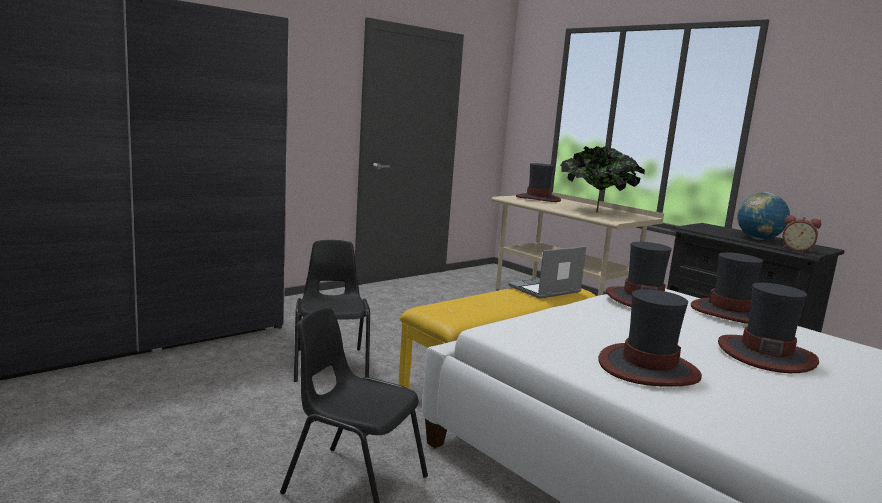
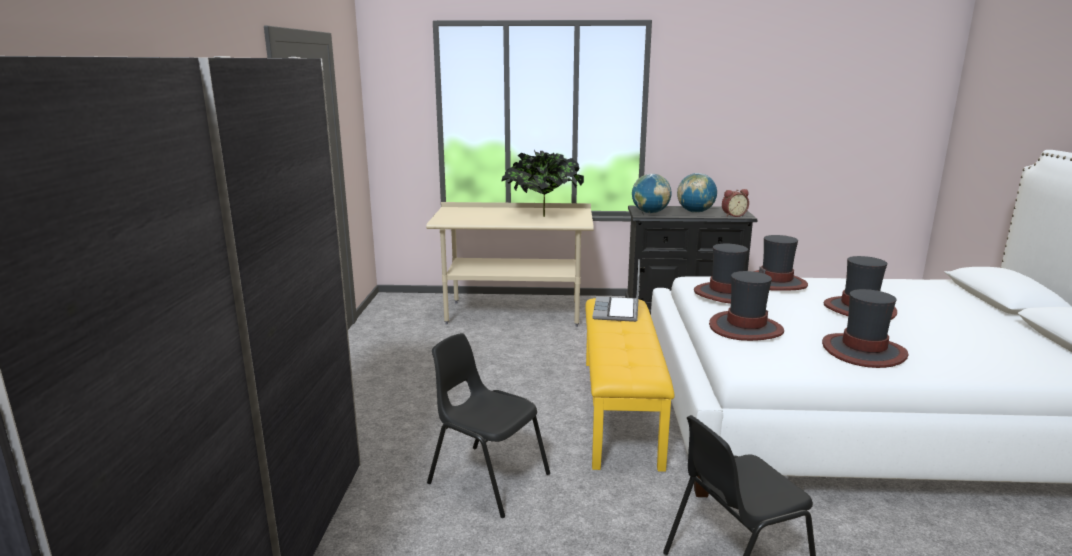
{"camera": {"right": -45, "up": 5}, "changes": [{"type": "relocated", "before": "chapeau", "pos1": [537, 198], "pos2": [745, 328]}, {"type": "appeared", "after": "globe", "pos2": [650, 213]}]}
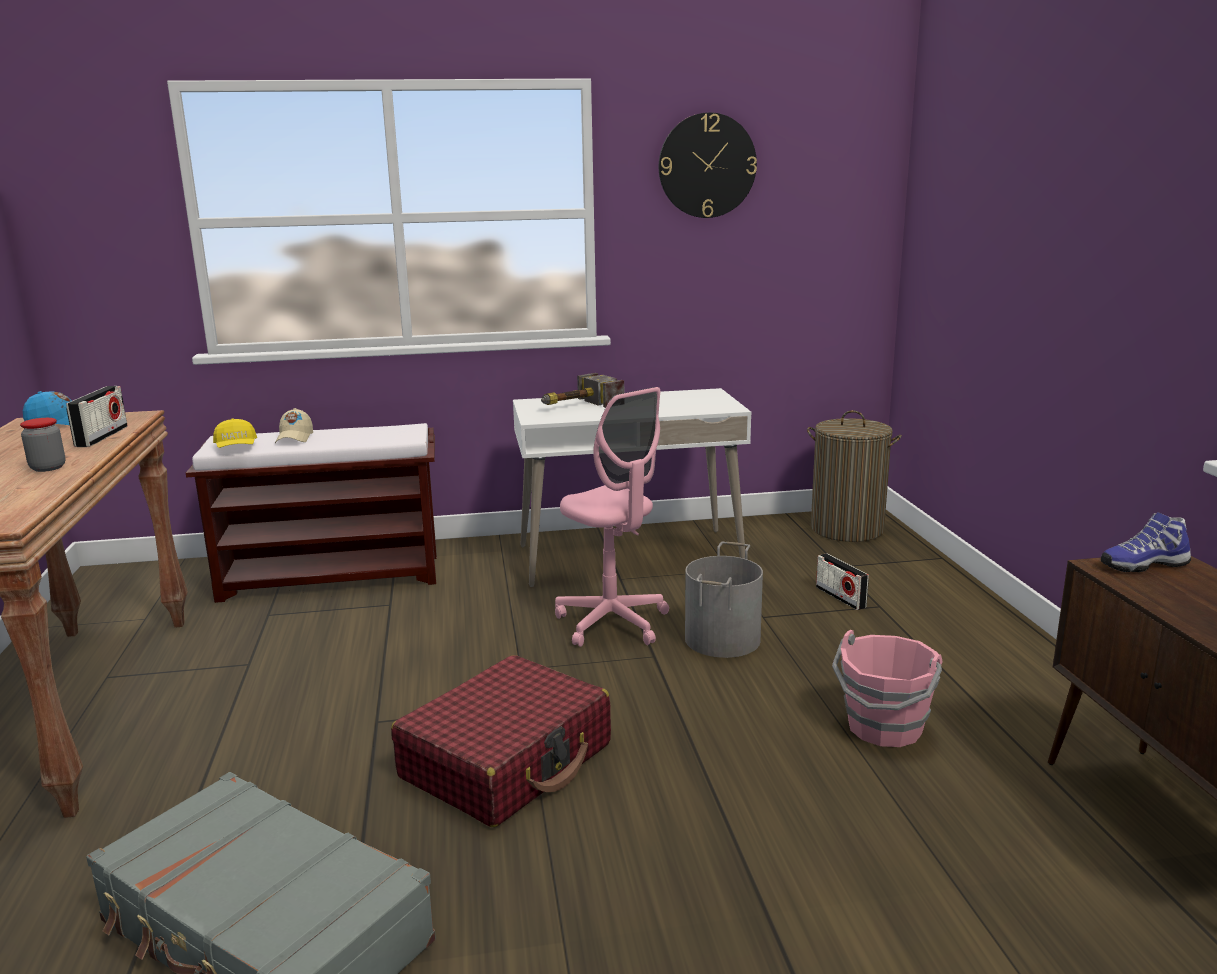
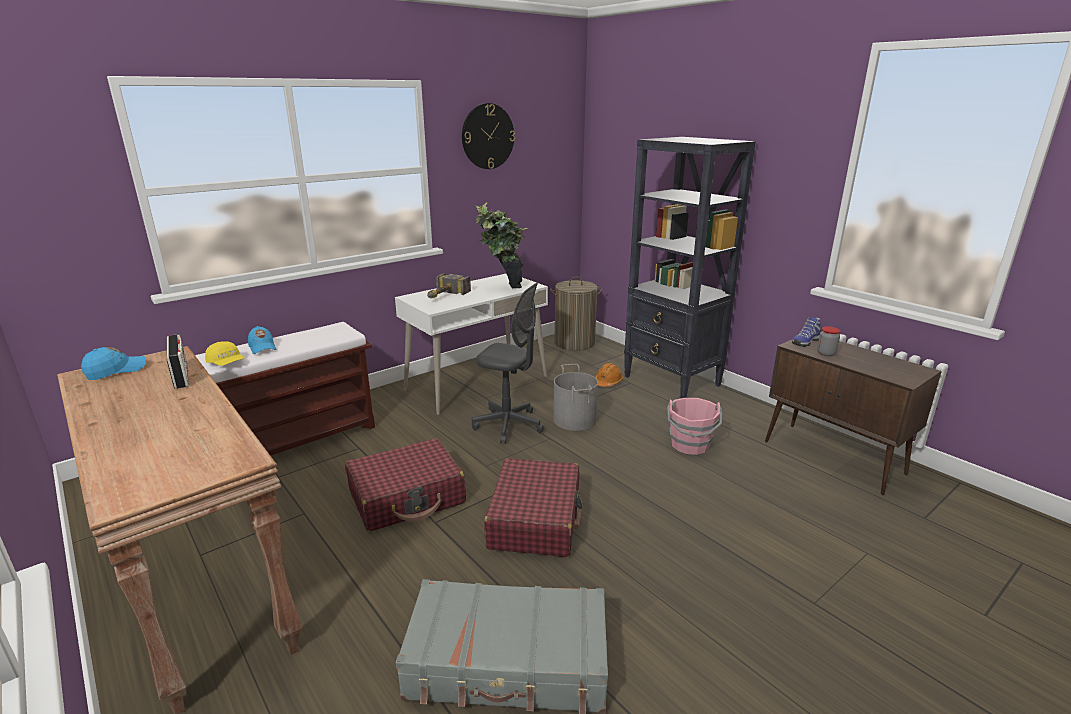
{"camera": {"right": -30, "up": 5}, "changes": [{"type": "colour", "before": "chaise de bureau (rose)", "after": "chaise de bureau (gris)", "pos1": [612, 623], "pos2": [508, 425]}, {"type": "colour", "before": "casquette (beige)", "after": "casquette (bleu)", "pos1": [295, 438], "pos2": [262, 348]}, {"type": "relocated", "before": "bocal", "pos1": [48, 468], "pos2": [826, 353]}, {"type": "exchanged", "before": "radio", "after": "casque de chantier (orange)", "pos1": [840, 597], "pos2": [608, 382]}, {"type": "appeared", "after": "bibliothèque (noir)", "pos2": [672, 381]}, {"type": "appeared", "after": "plante en pot", "pos2": [502, 288]}, {"type": "appeared", "after": "valise (rouge)", "pos2": [407, 497]}]}
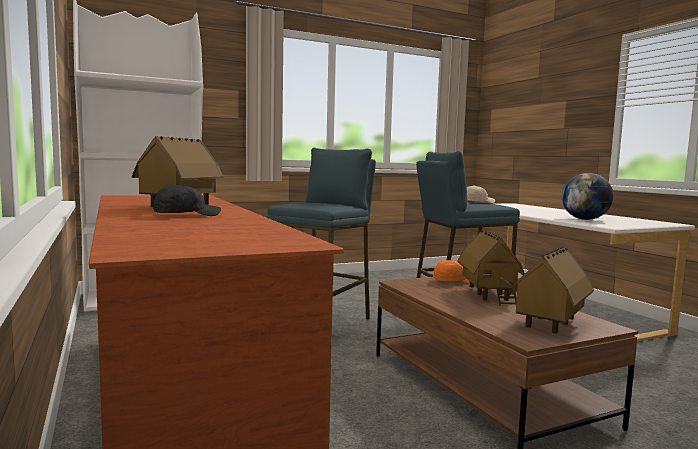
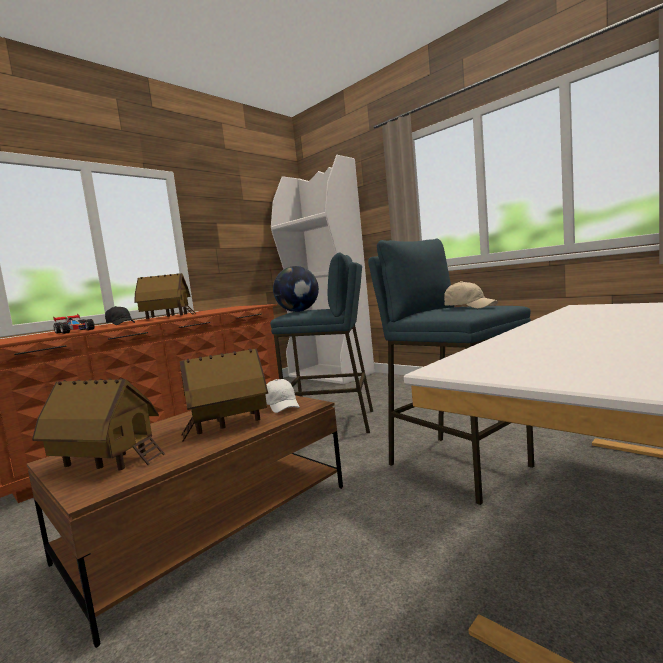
{"camera": {"right": 70, "up": 0}, "changes": [{"type": "relocated", "before": "globe", "pos1": [585, 219], "pos2": [298, 311]}, {"type": "colour", "before": "casquette (orange)", "after": "casquette (blanc)", "pos1": [454, 281], "pos2": [282, 405]}, {"type": "appeared", "after": "petite voiture", "pos2": [76, 331]}]}
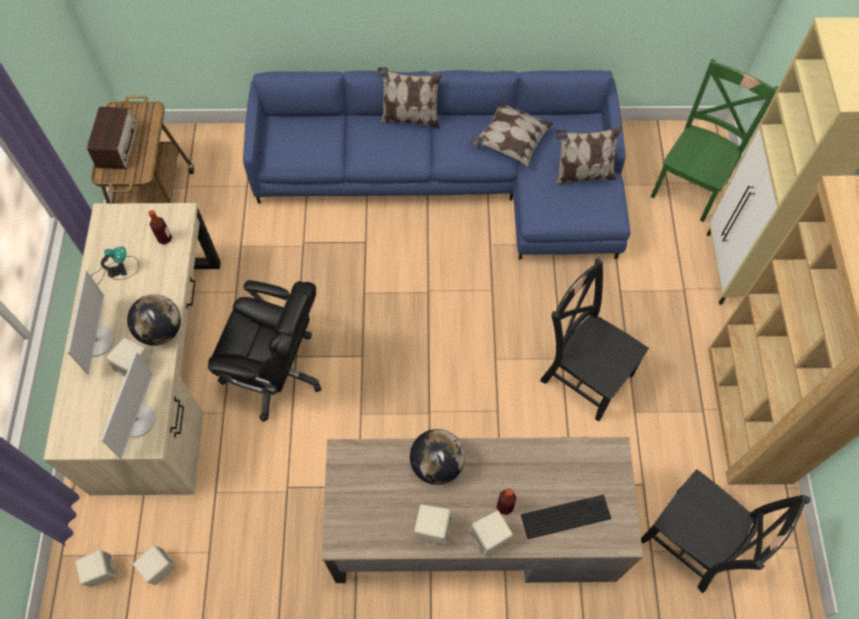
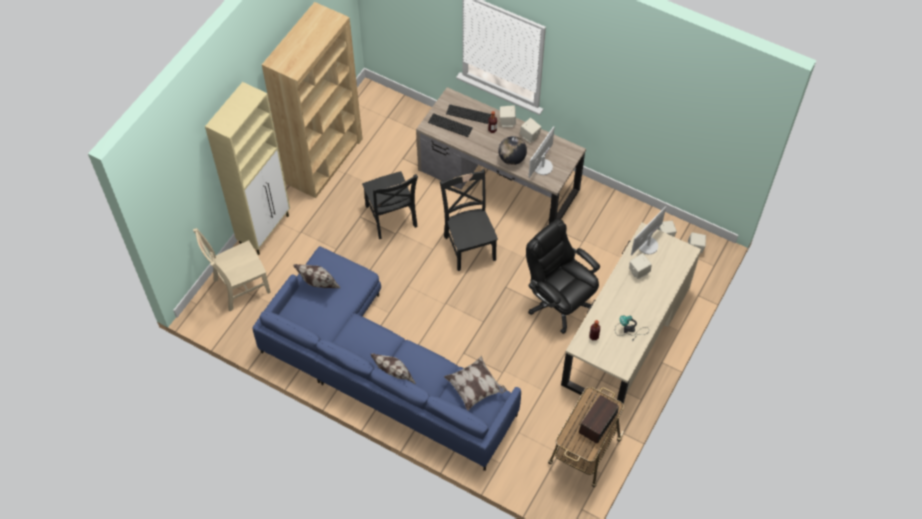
{"camera": {"right": -150, "up": -5}, "changes": [{"type": "colour", "before": "chaise (vert)", "after": "chaise (beige)", "pos1": [691, 184], "pos2": [239, 287]}, {"type": "relocated", "before": "coussin", "pos1": [510, 142], "pos2": [475, 388]}, {"type": "relocated", "before": "écran d'ordinateur", "pos1": [96, 340], "pos2": [542, 167]}, {"type": "missing", "before": "globe", "pos1": [161, 331]}, {"type": "relocated", "before": "chaise (noir)", "pos1": [694, 543], "pos2": [469, 245]}, {"type": "appeared", "after": "clavier", "pos2": [450, 125]}]}
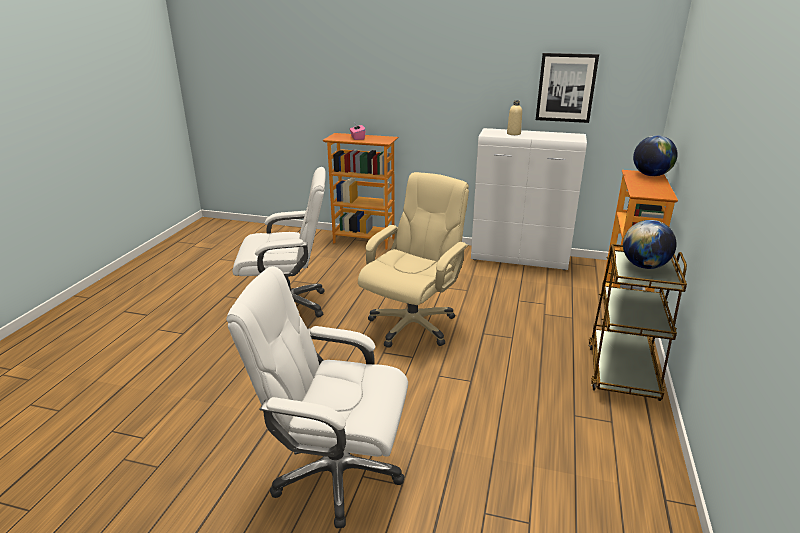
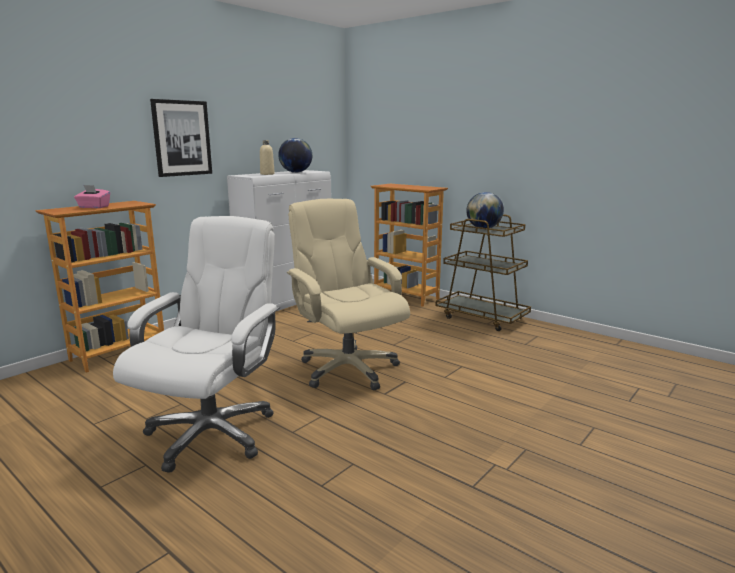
{"camera": {"right": -65, "up": -10}, "changes": [{"type": "relocated", "before": "tableau", "pos1": [566, 88], "pos2": [182, 138]}, {"type": "relocated", "before": "globe", "pos1": [651, 175], "pos2": [296, 172]}, {"type": "missing", "before": "chaise de bureau (blanc)", "pos1": [335, 473]}]}
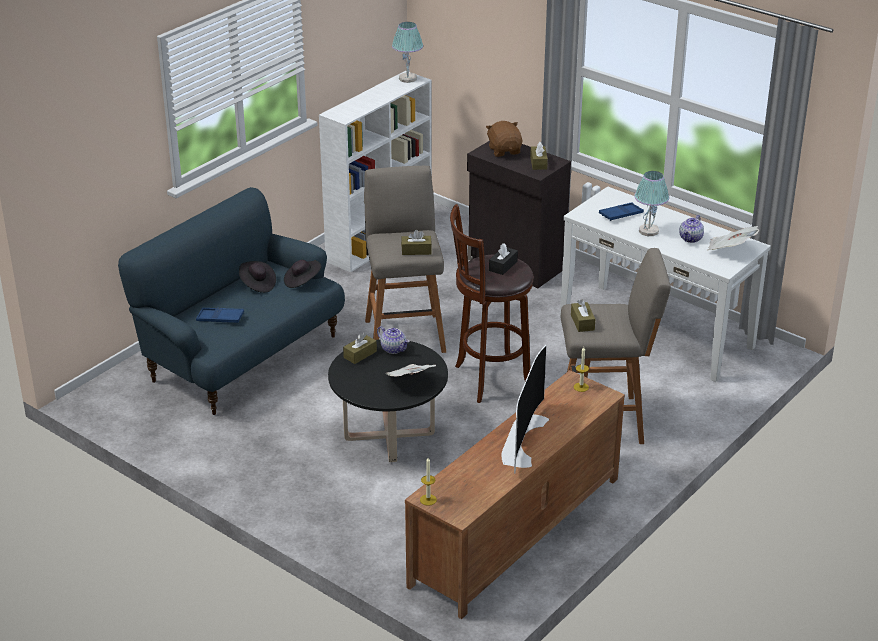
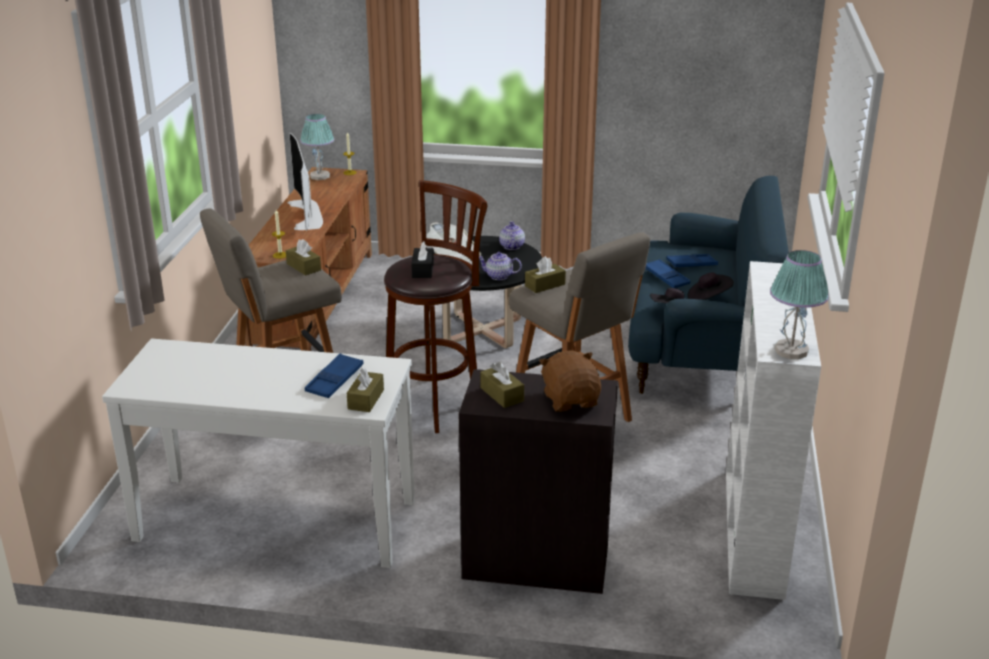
{"camera": {"right": 150, "up": -5}, "changes": [{"type": "spun", "before": "peluche (marron)", "pos1": [504, 150], "pos2": [571, 400], "turn": -150}, {"type": "relocated", "before": "lampe de table", "pos1": [648, 231], "pos2": [320, 176]}, {"type": "relocated", "before": "théière", "pos1": [691, 239], "pos2": [511, 246]}, {"type": "missing", "before": "journal", "pos1": [730, 250]}, {"type": "relocated", "before": "boîte à mouchoirs (marron)", "pos1": [360, 354], "pos2": [366, 399]}, {"type": "appeared", "after": "plateau (bleu)", "pos2": [666, 277]}]}
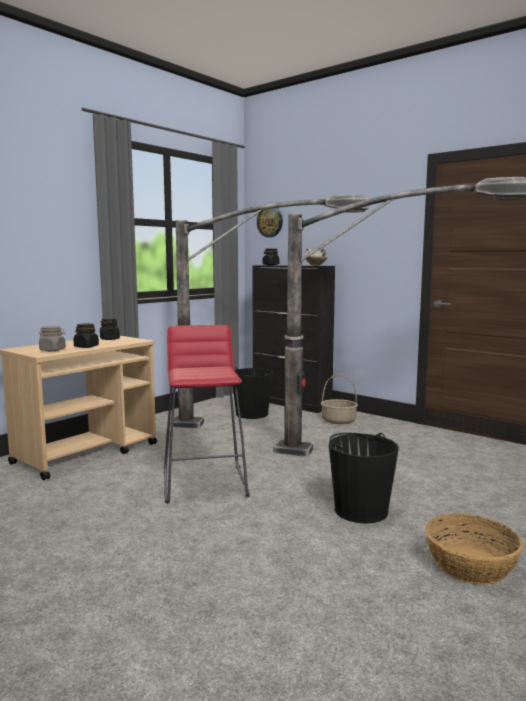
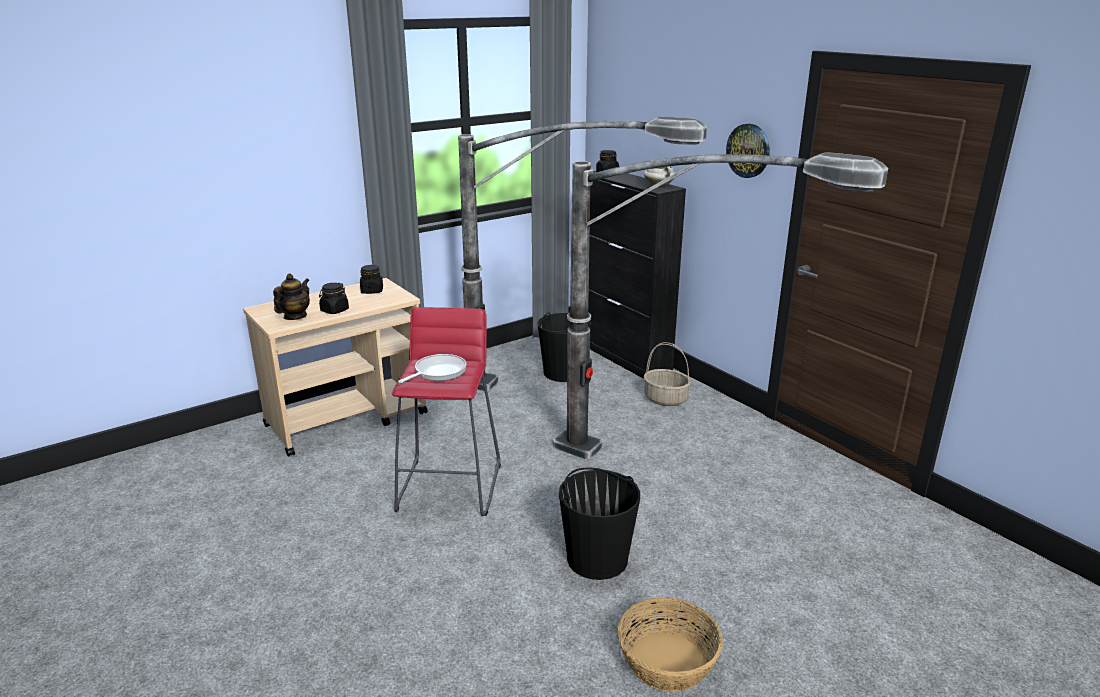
{"camera": {"right": 15, "up": 15}, "changes": [{"type": "relocated", "before": "horloge murale", "pos1": [270, 221], "pos2": [748, 150]}, {"type": "exchanged", "before": "bocal (gris)", "after": "théière", "pos1": [53, 350], "pos2": [295, 316]}, {"type": "appeared", "after": "poêle", "pos2": [437, 372]}]}
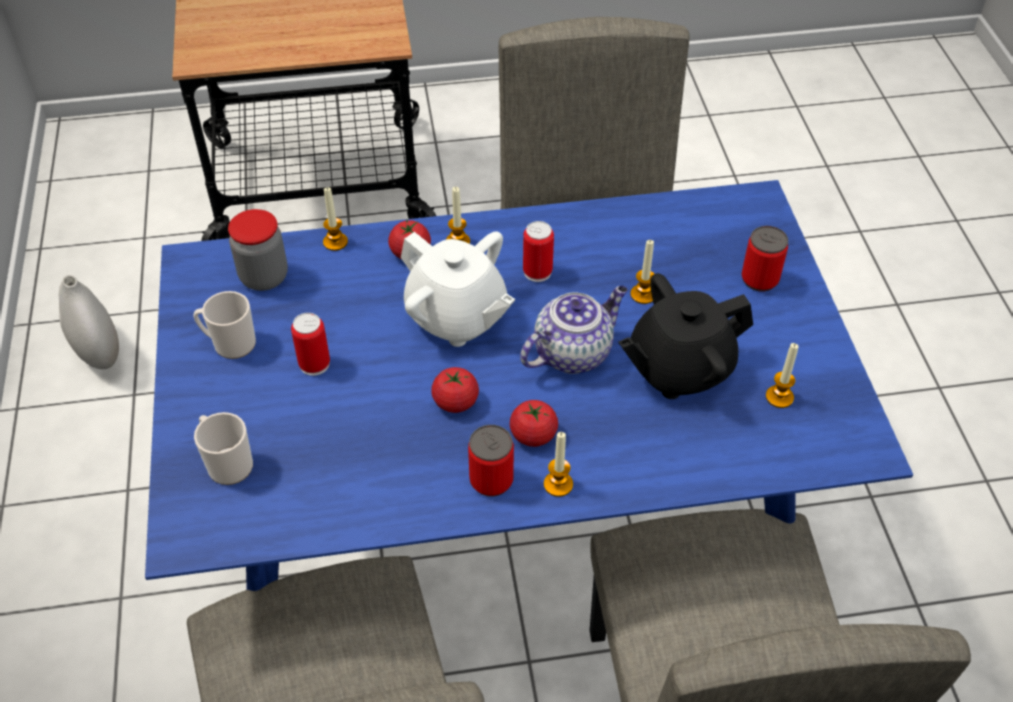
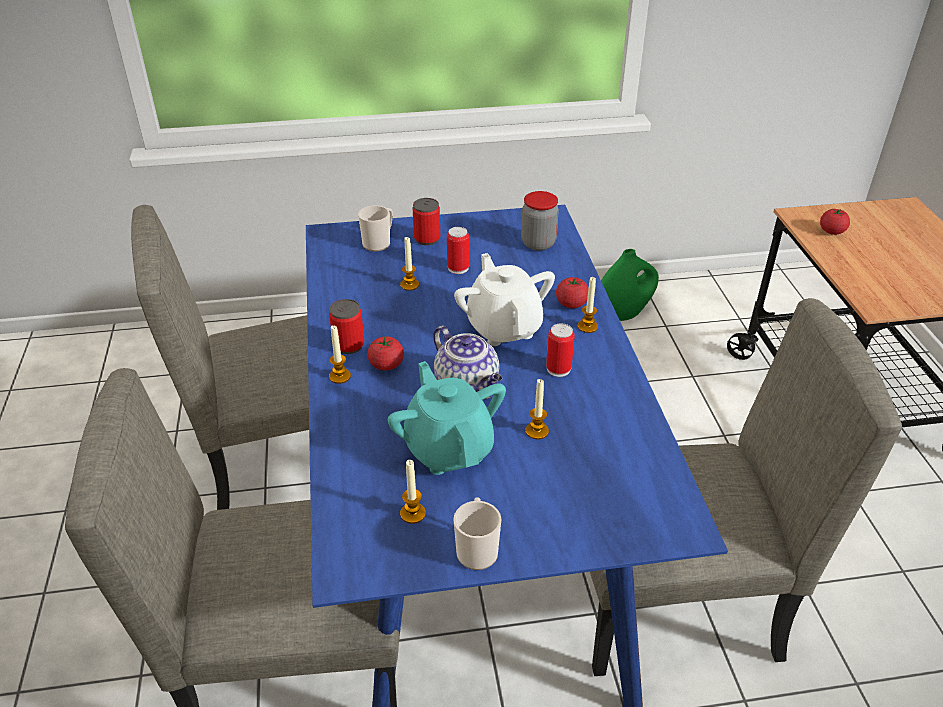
{"camera": {"right": 90, "up": -10}, "changes": [{"type": "relocated", "before": "bougie", "pos1": [335, 242], "pos2": [409, 285]}, {"type": "relocated", "before": "boîte métallique", "pos1": [759, 279], "pos2": [427, 239]}, {"type": "spun", "before": "théière (blanc)", "pos1": [457, 317], "pos2": [504, 327], "turn": 120}, {"type": "colour", "before": "théière (noir)", "after": "théière (turquoise)", "pos1": [679, 369], "pos2": [449, 448]}, {"type": "colour", "before": "vase (blanc)", "after": "vase (vert)", "pos1": [98, 352], "pos2": [624, 313]}, {"type": "relocated", "before": "mug", "pos1": [230, 343], "pos2": [477, 549]}, {"type": "relocated", "before": "tomate", "pos1": [455, 402], "pos2": [832, 231]}]}
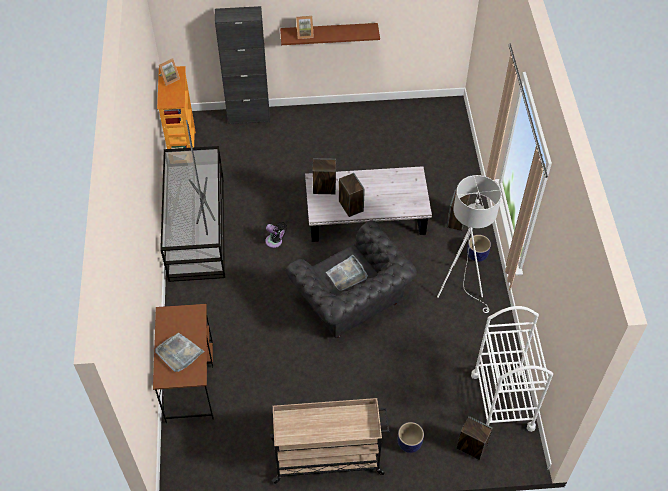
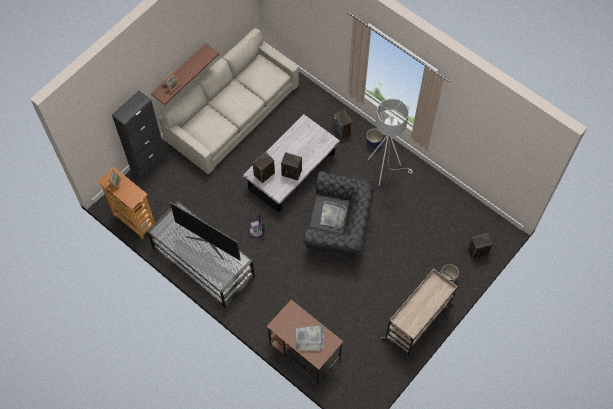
{"camera": {"right": -45, "up": 10}, "changes": [{"type": "missing", "before": "chariot (blanc)", "pos1": [502, 401]}, {"type": "appeared", "after": "canapé (beige)", "pos2": [232, 113]}]}
